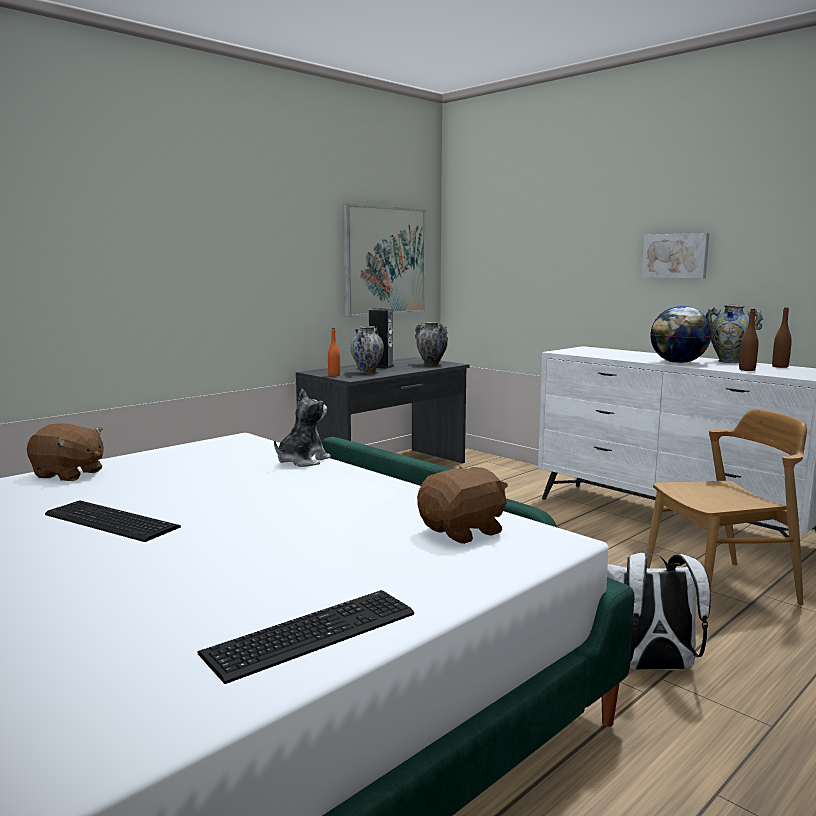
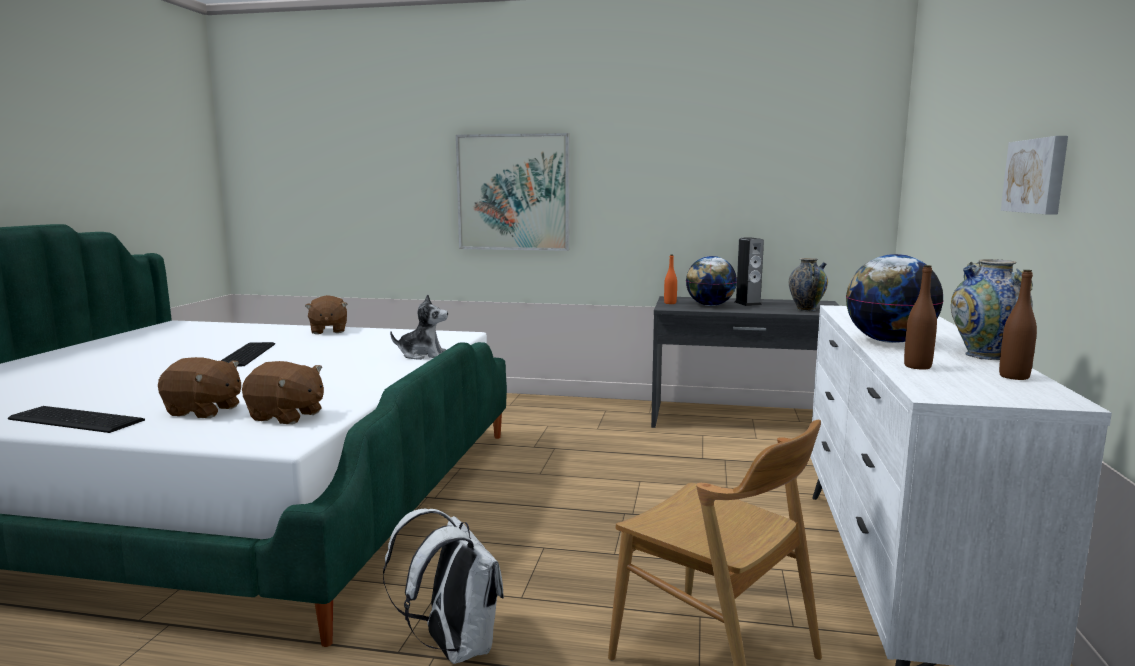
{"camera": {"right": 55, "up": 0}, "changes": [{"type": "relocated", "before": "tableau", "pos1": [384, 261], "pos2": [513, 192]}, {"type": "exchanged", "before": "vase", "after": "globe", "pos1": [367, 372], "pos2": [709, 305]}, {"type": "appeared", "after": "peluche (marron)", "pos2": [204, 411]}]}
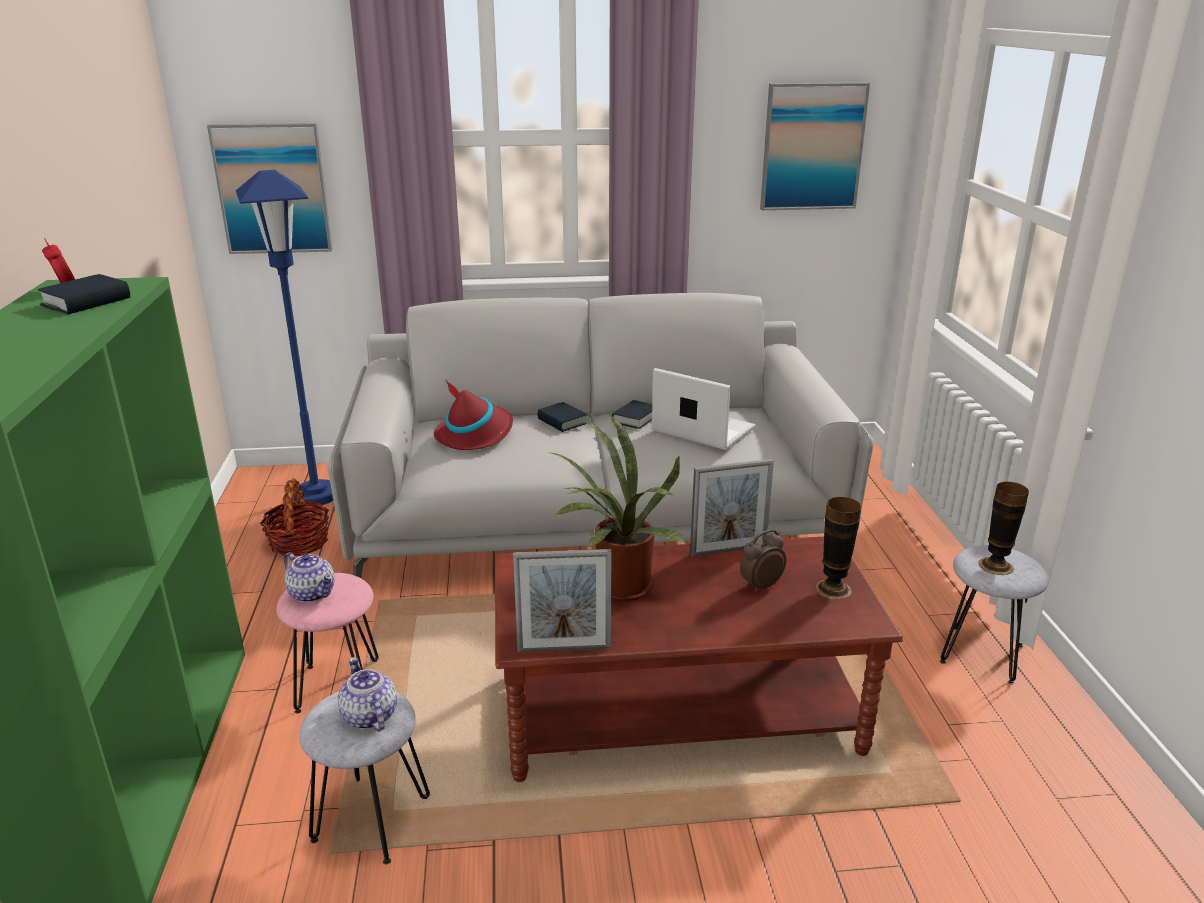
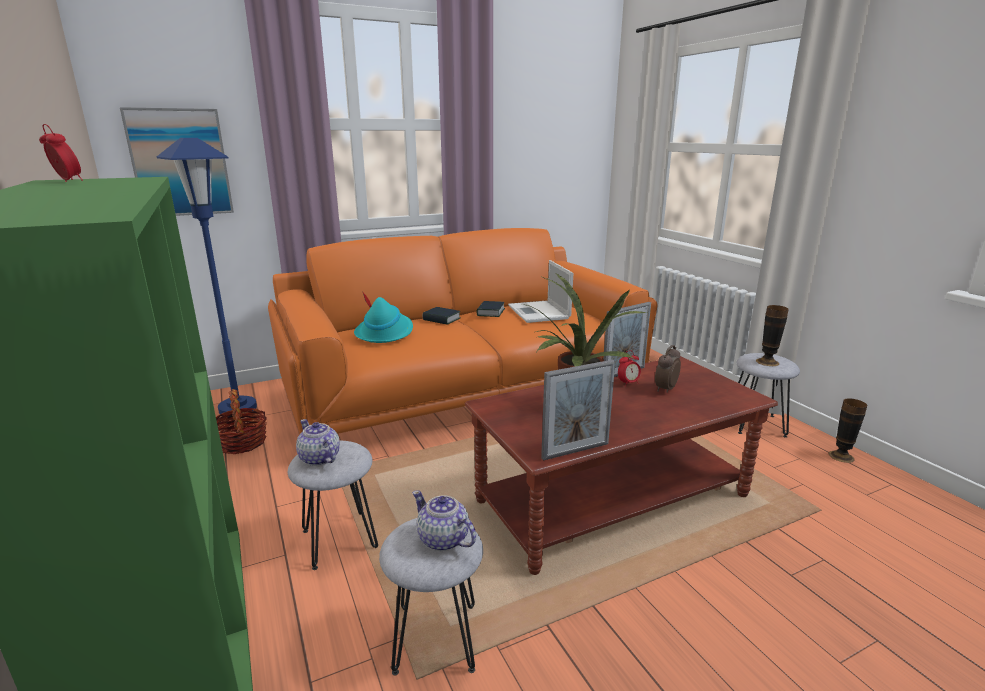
{"camera": {"right": -20, "up": -5}, "changes": [{"type": "missing", "before": "tableau", "pos1": [812, 147]}, {"type": "missing", "before": "livre", "pos1": [87, 302]}, {"type": "colour", "before": "canapé (gris)", "after": "canapé (orange)", "pos1": [597, 519], "pos2": [465, 390]}, {"type": "spun", "before": "ordinateur portable", "pos1": [701, 429], "pos2": [539, 312], "turn": -120}, {"type": "colour", "before": "chapeau (rouge)", "after": "chapeau (turquoise)", "pos1": [475, 434], "pos2": [384, 333]}, {"type": "relocated", "before": "vase", "pos1": [833, 589], "pos2": [841, 456]}, {"type": "spun", "before": "théière", "pos1": [312, 593], "pos2": [319, 458], "turn": -150}, {"type": "colour", "before": "tabouret (rose)", "after": "tabouret (gris)", "pos1": [338, 685], "pos2": [339, 539]}, {"type": "appeared", "after": "réveil", "pos2": [628, 383]}]}
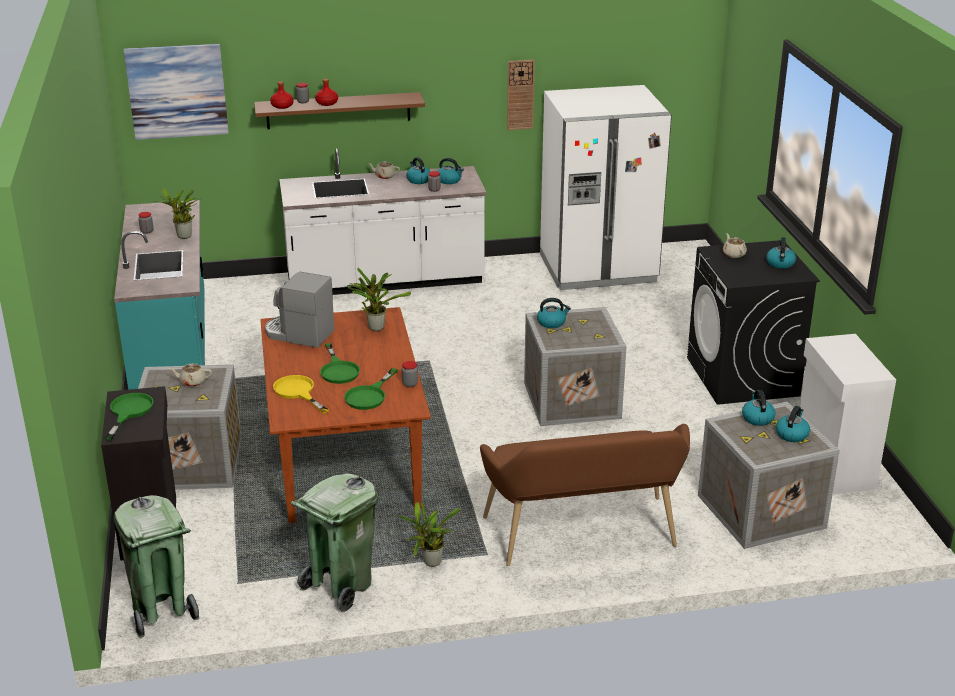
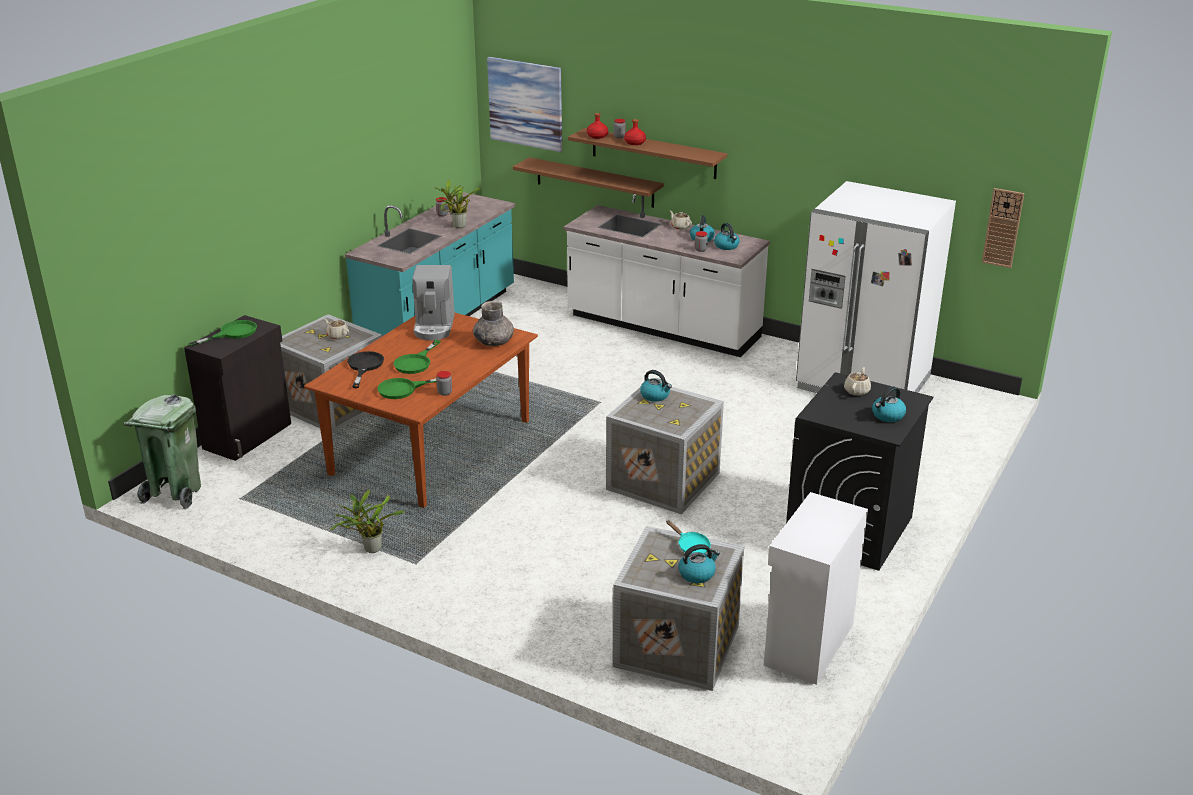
{"camera": {"right": 40, "up": 0}, "changes": [{"type": "relocated", "before": "horloge murale", "pos1": [520, 94], "pos2": [1002, 228]}, {"type": "exchanged", "before": "plante en pot", "after": "vase (gris)", "pos1": [375, 327], "pos2": [494, 342]}, {"type": "spun", "before": "machine à café", "pos1": [298, 334], "pos2": [434, 326], "turn": -150}, {"type": "colour", "before": "poêle (jaune)", "after": "poêle (noir)", "pos1": [298, 392], "pos2": [364, 367]}, {"type": "exchanged", "before": "bouilloire", "after": "poêle (turquoise)", "pos1": [757, 418], "pos2": [691, 546]}, {"type": "missing", "before": "banc (marron)", "pos1": [583, 537]}, {"type": "missing", "before": "poubelle (vert)", "pos1": [340, 586]}, {"type": "appeared", "after": "étagère (marron)", "pos2": [594, 182]}]}
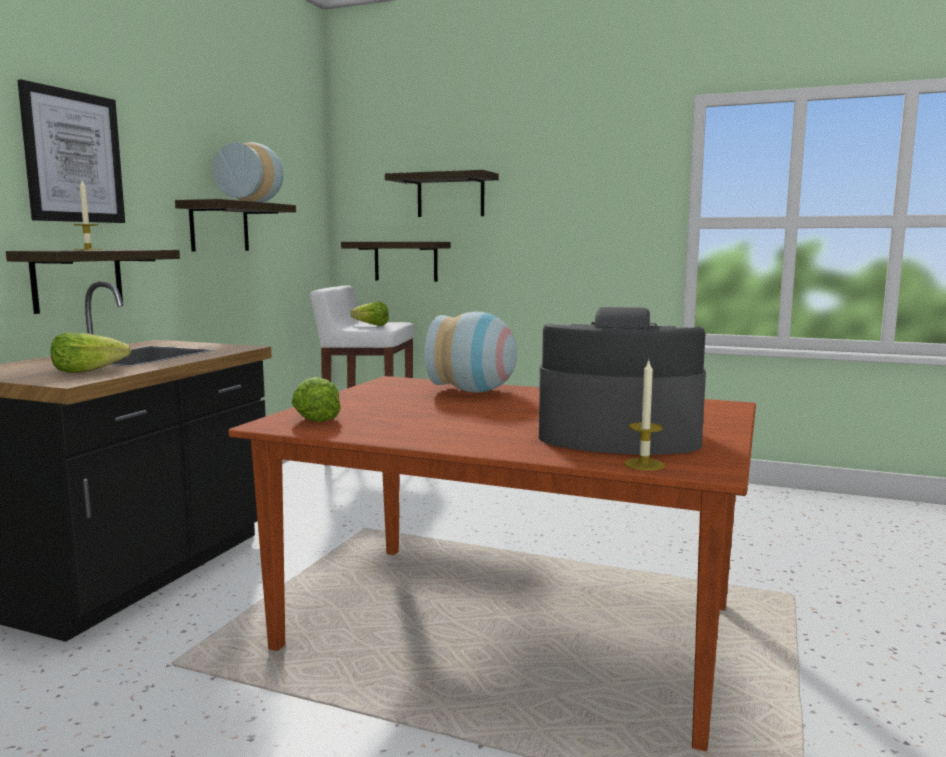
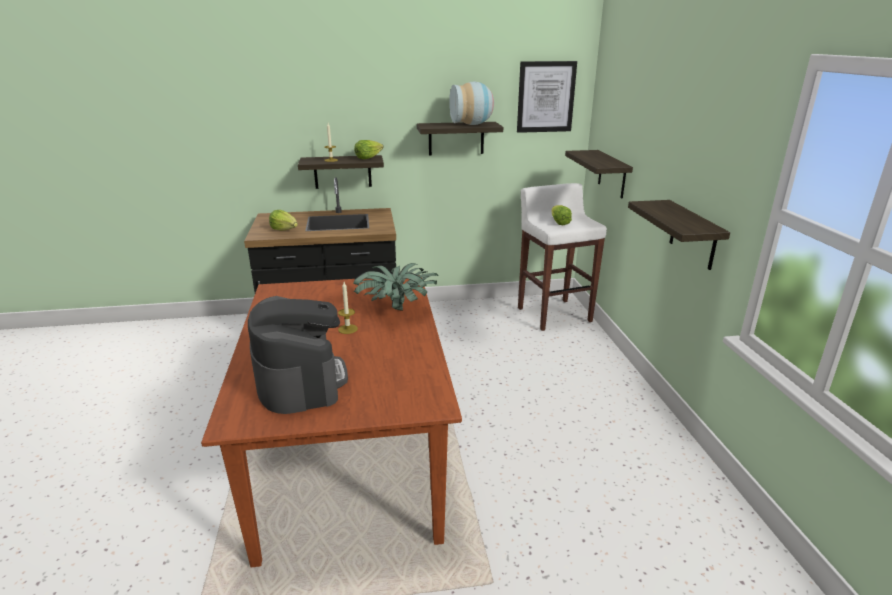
{"camera": {"right": 60, "up": 15}, "changes": [{"type": "relocated", "before": "tableau", "pos1": [73, 157], "pos2": [546, 97]}, {"type": "relocated", "before": "étagère", "pos1": [450, 196], "pos2": [693, 235]}, {"type": "exchanged", "before": "vase", "after": "plante en pot", "pos1": [475, 391], "pos2": [396, 310]}, {"type": "relocated", "before": "bougie", "pos1": [644, 464], "pos2": [348, 329]}, {"type": "relocated", "before": "laitue", "pos1": [315, 418], "pos2": [368, 158]}]}
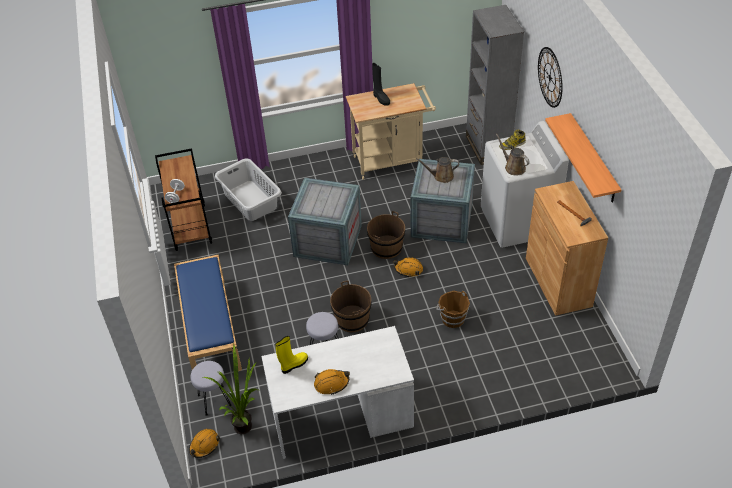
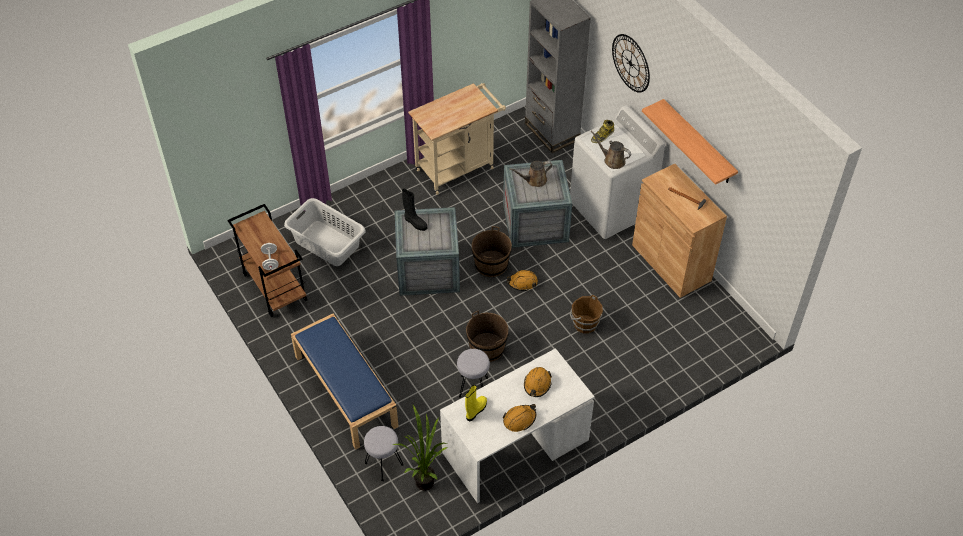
{"camera": {"right": -20, "up": 5}, "changes": [{"type": "relocated", "before": "botte (noir)", "pos1": [381, 98], "pos2": [415, 222]}, {"type": "relocated", "before": "casque de chantier (orange)", "pos1": [204, 445], "pos2": [537, 384]}]}
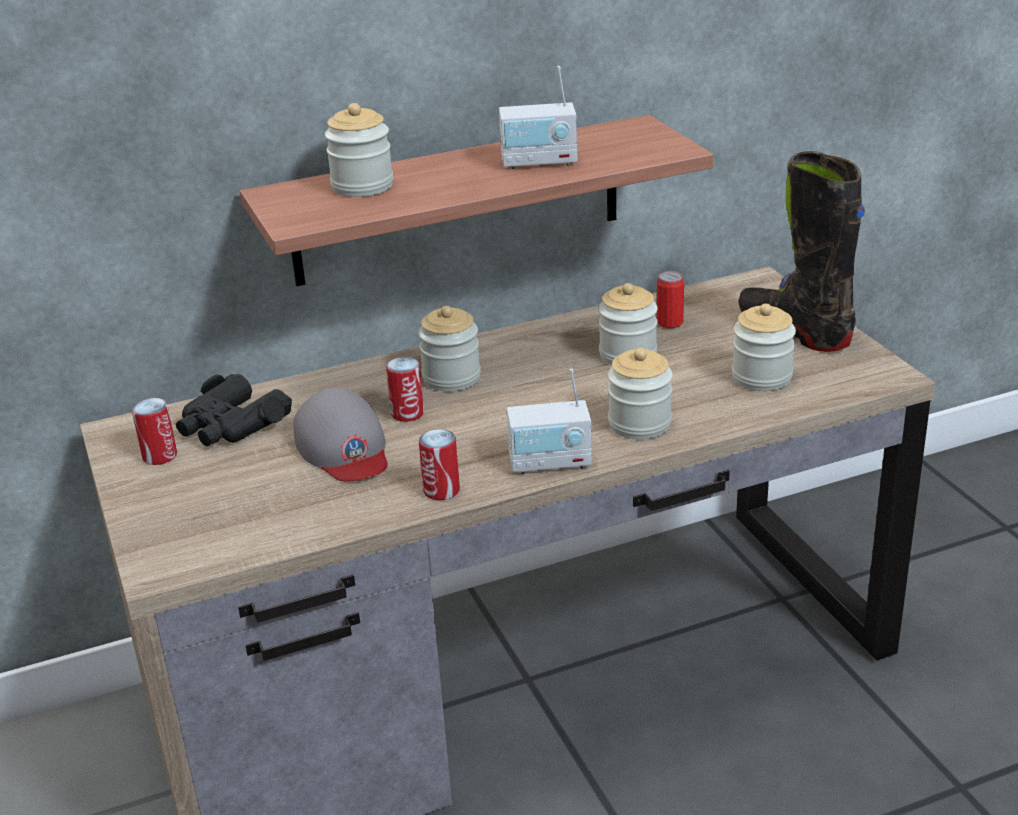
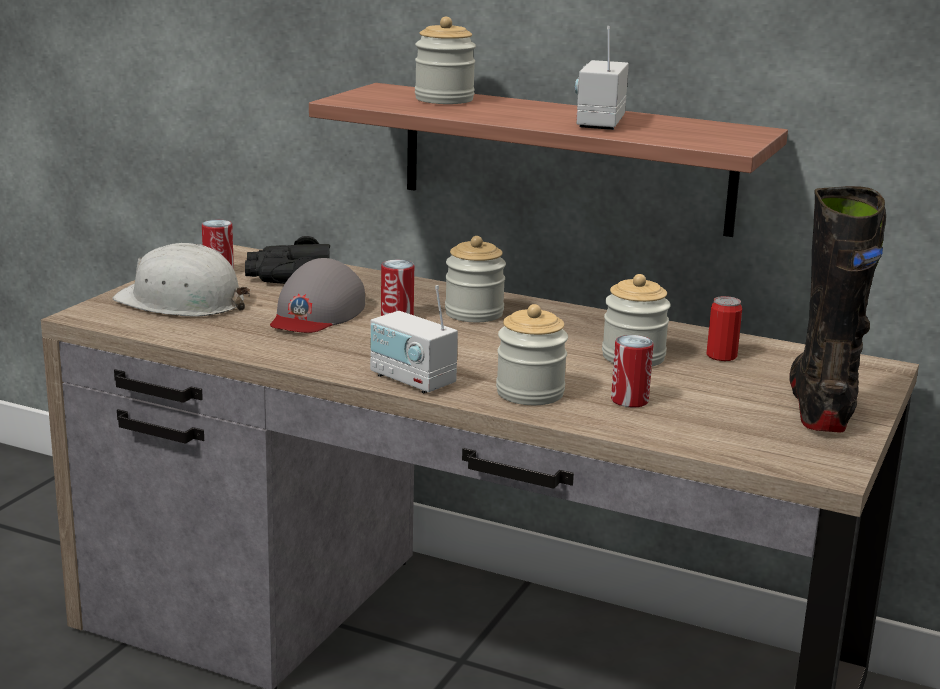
{"camera": {"right": 45, "up": -10}, "changes": [{"type": "spun", "before": "radio", "pos1": [539, 162], "pos2": [599, 122], "turn": 60}, {"type": "missing", "before": "bocal", "pos1": [761, 377]}, {"type": "relocated", "before": "boîte métallique", "pos1": [441, 490], "pos2": [629, 400]}, {"type": "appeared", "after": "casque de chantier (blanc)", "pos2": [181, 302]}]}
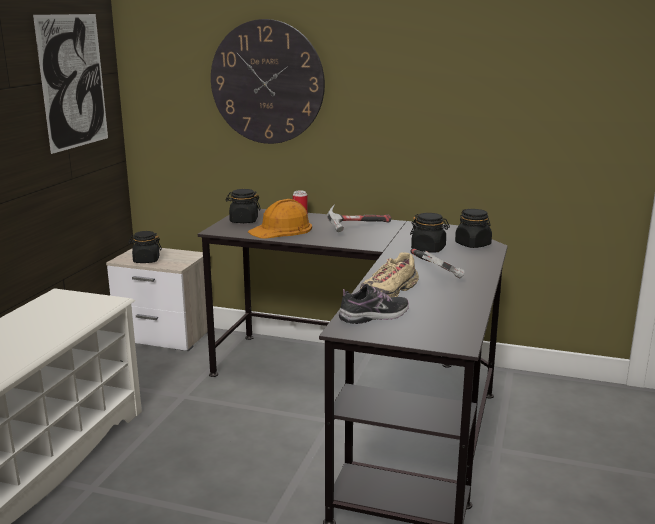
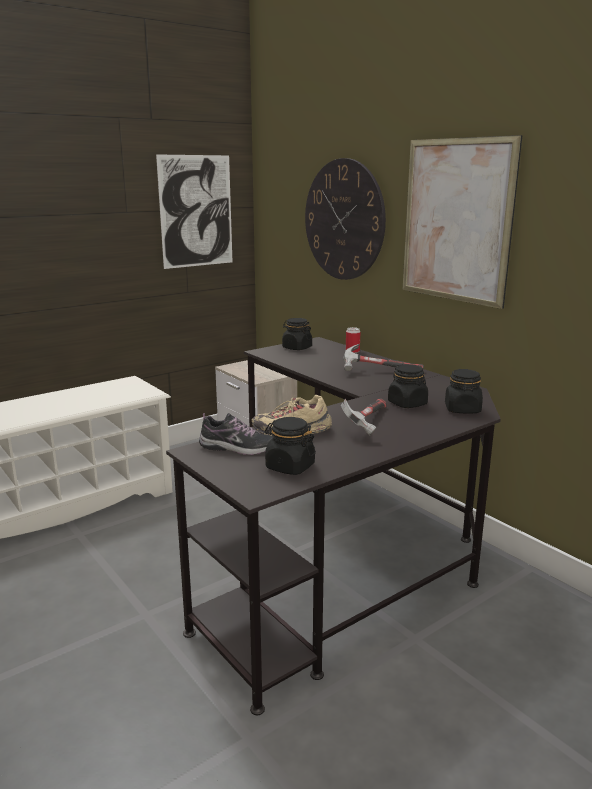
{"camera": {"right": 35, "up": 0}, "changes": [{"type": "missing", "before": "casque de chantier (orange)", "pos1": [281, 229]}, {"type": "relocated", "before": "bocal (noir)", "pos1": [146, 260], "pos2": [289, 467]}, {"type": "appeared", "after": "tableau", "pos2": [456, 221]}]}
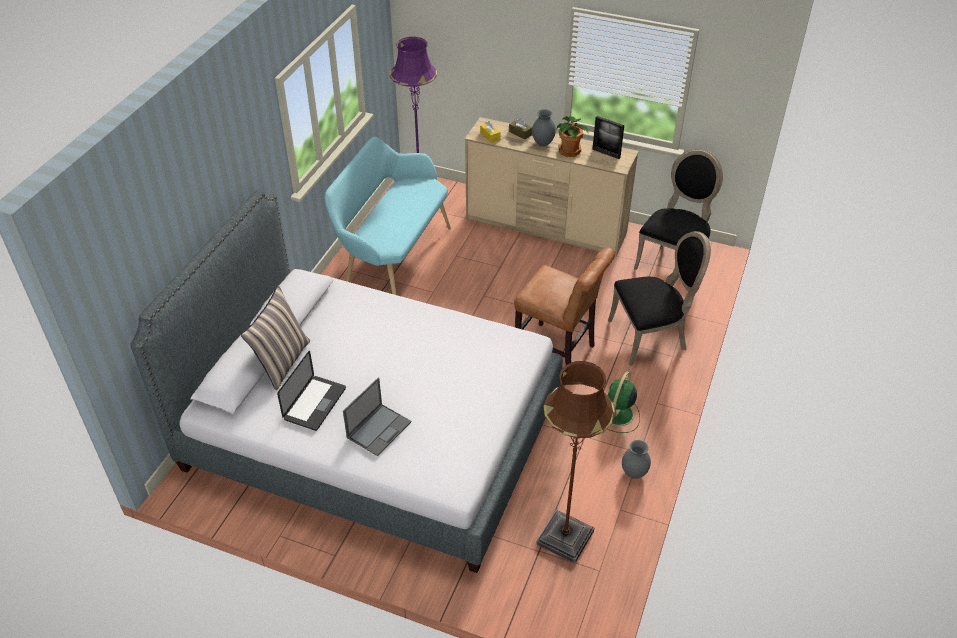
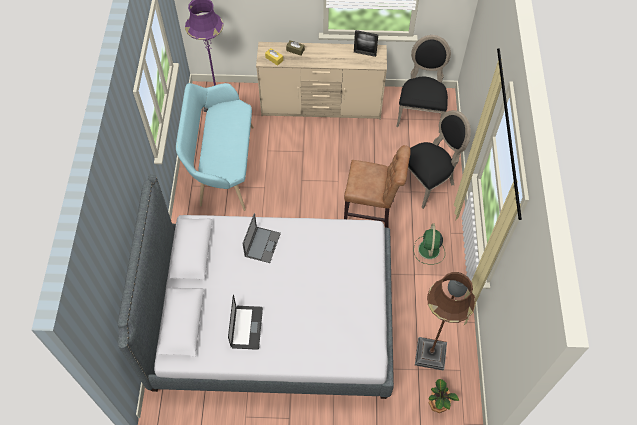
{"camera": {"right": -20, "up": 15}, "changes": [{"type": "missing", "before": "vase (gris)", "pos1": [542, 143]}, {"type": "relocated", "before": "plante en pot", "pos1": [570, 151], "pos2": [438, 403]}, {"type": "missing", "before": "coussin", "pos1": [282, 361]}, {"type": "relocated", "before": "ordinateur portable", "pos1": [379, 429], "pos2": [262, 244]}]}
